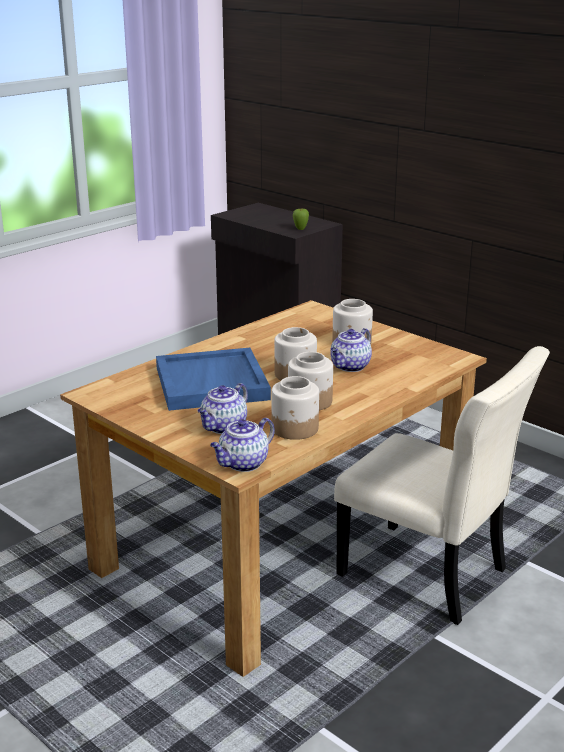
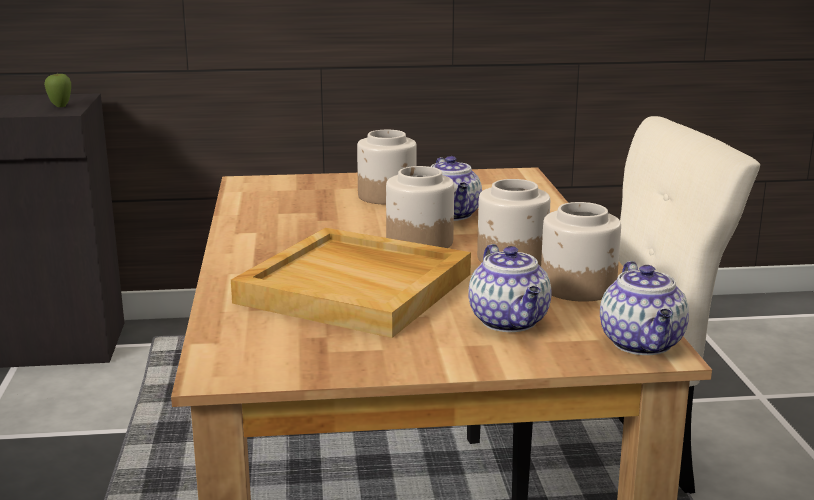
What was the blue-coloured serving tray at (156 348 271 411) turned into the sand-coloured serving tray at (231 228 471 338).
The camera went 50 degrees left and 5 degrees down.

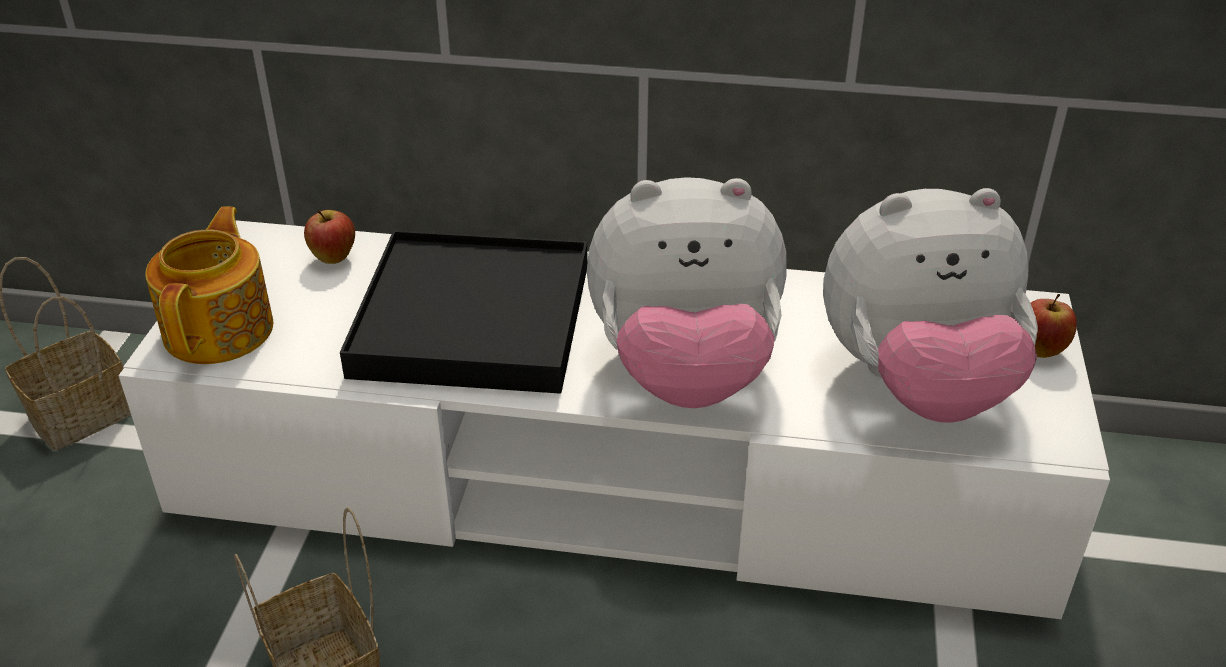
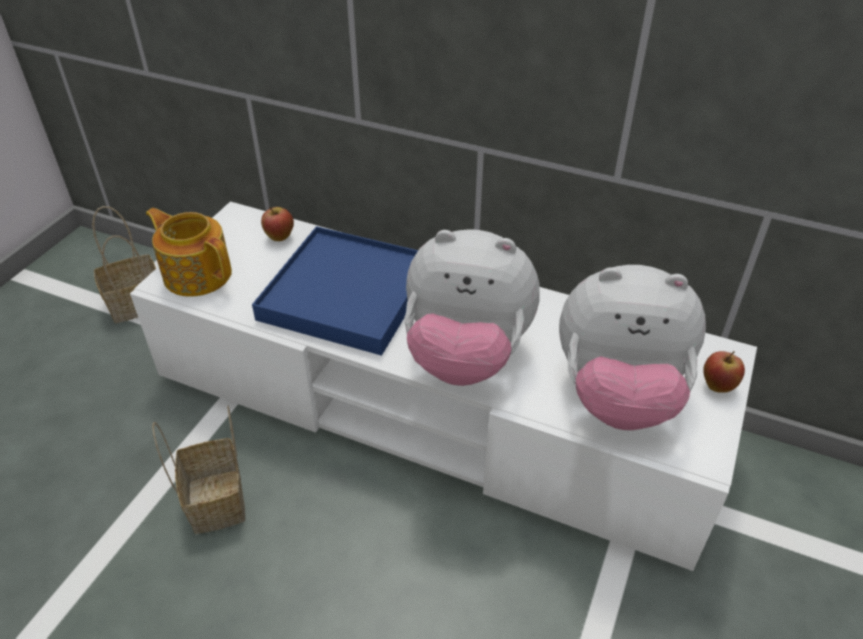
The tea pot at (145 206 273 364) ended up facing another way, 75 degrees counterclockwise from before.
What was the blackish serving tray at (340 230 588 394) turned into the blue-coloured serving tray at (252 226 418 356).
The camera went 15 degrees right and 5 degrees up.

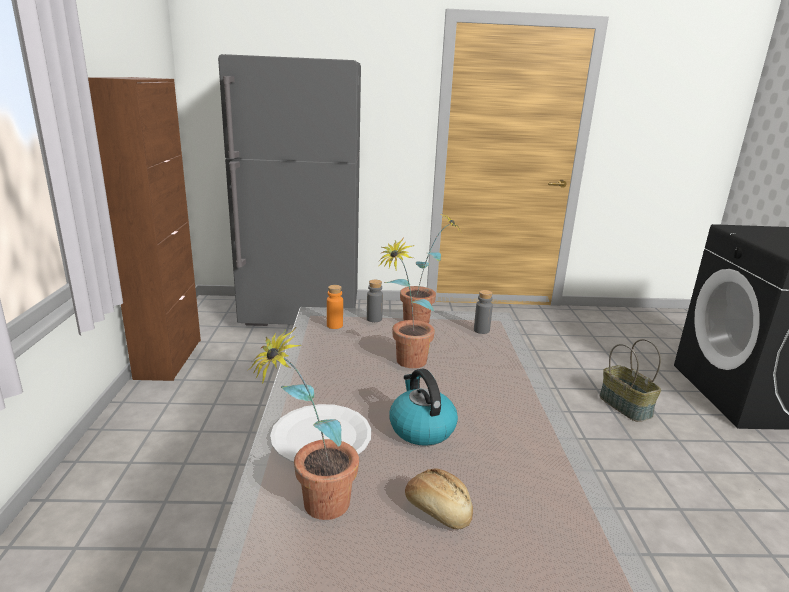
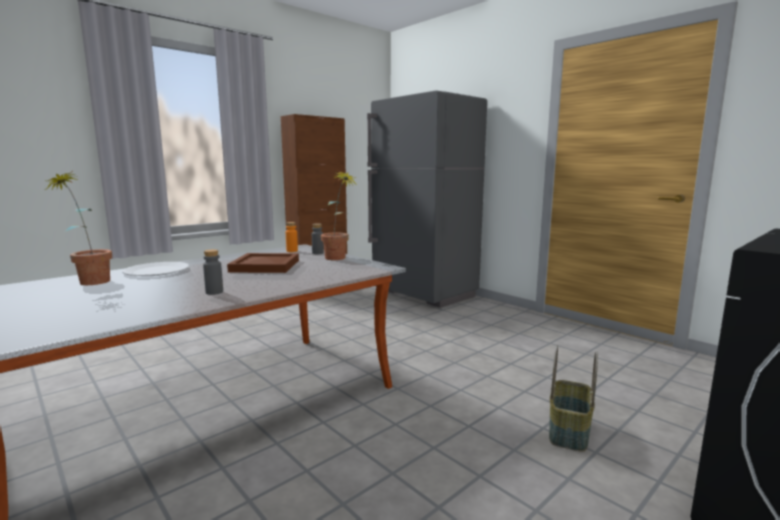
Where the houseplant stood at (378 237 435 368), the brown serving tray came to stand at (227 253 299 273).
The second view lost the tea kettle at (389 369 458 446).
The second view lost the baked bread at (405 469 473 529).
The grey beverage bottle ended up elsewhere, having gone from (474 290 493 334) to (203 249 223 295).
The camera went 50 degrees right and 10 degrees down.

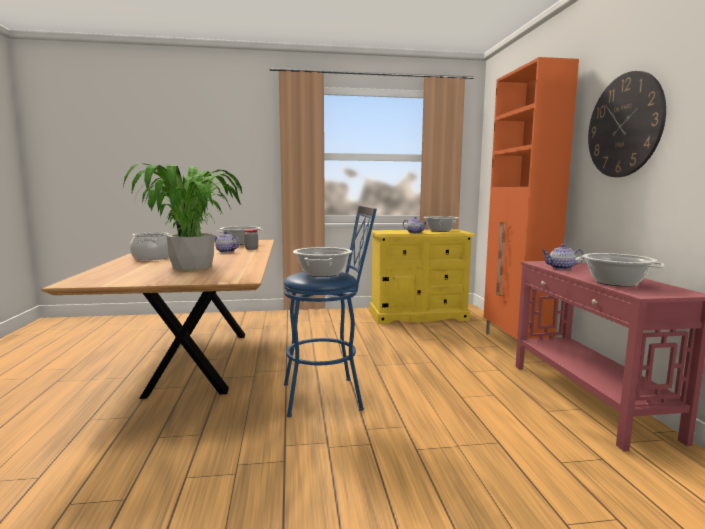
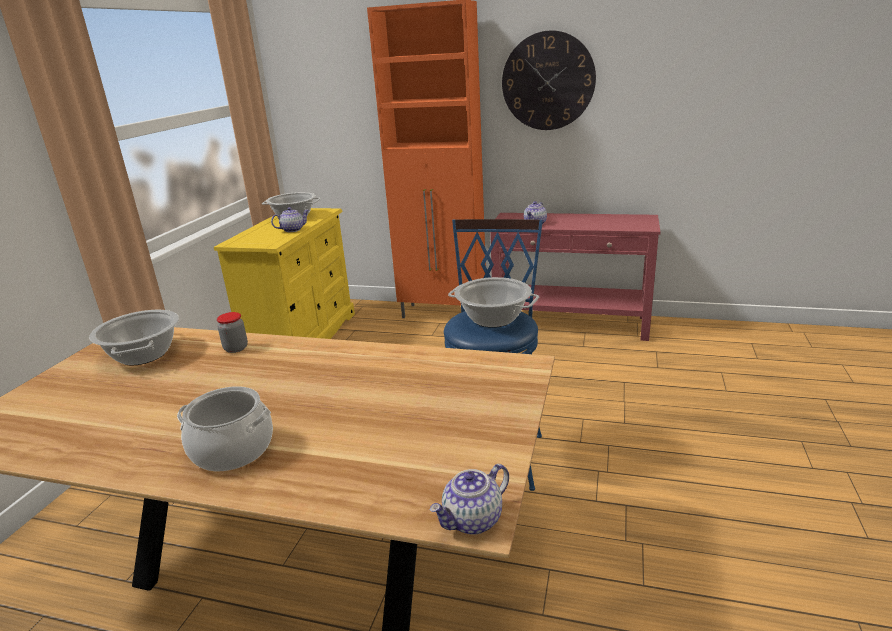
The second view lost the houseplant at (123 163 242 270).
The tea pot ended up elsewhere, having gone from (214 232 240 253) to (430 464 509 535).
The second view lost the saucepot at (575 253 664 287).
The camera went 65 degrees left and 15 degrees up.

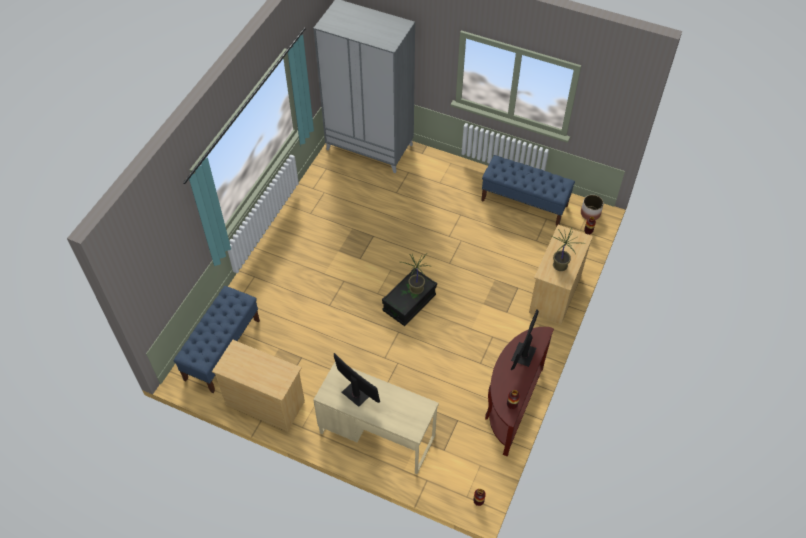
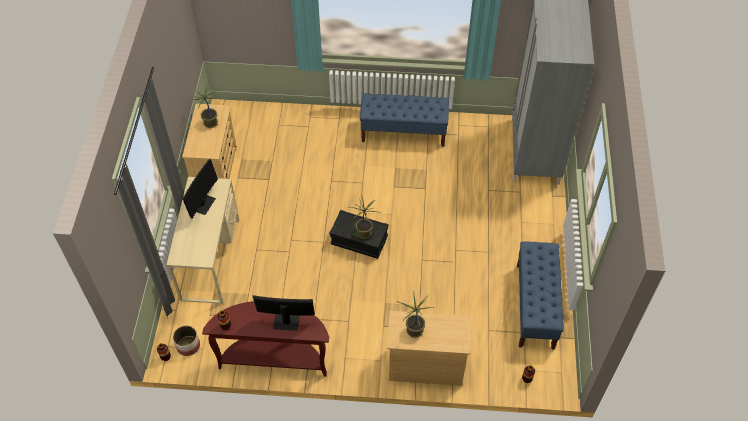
The blue-coloured bench ended up elsewhere, having gone from (173 286 260 393) to (360 93 449 147).
The flower pot ended up elsewhere, having gone from (581 195 604 220) to (173 325 200 356).
The second view gained the houseplant at (189 84 218 128).
The camera went 70 degrees right and 0 degrees up.

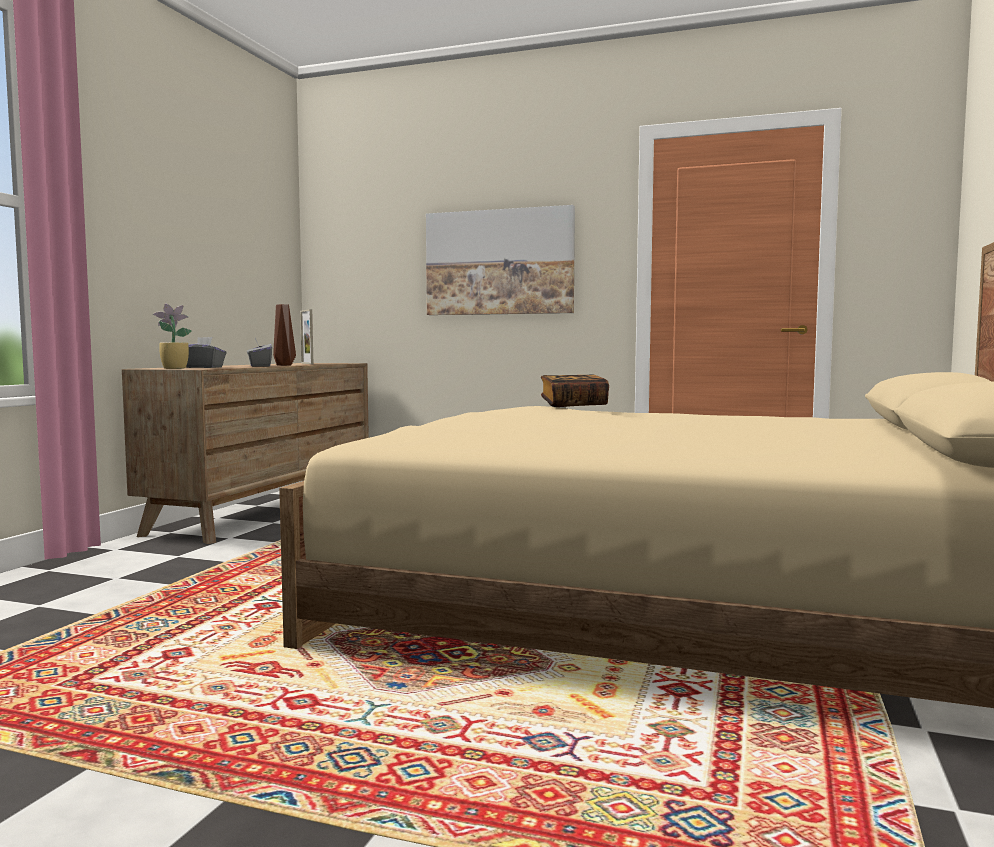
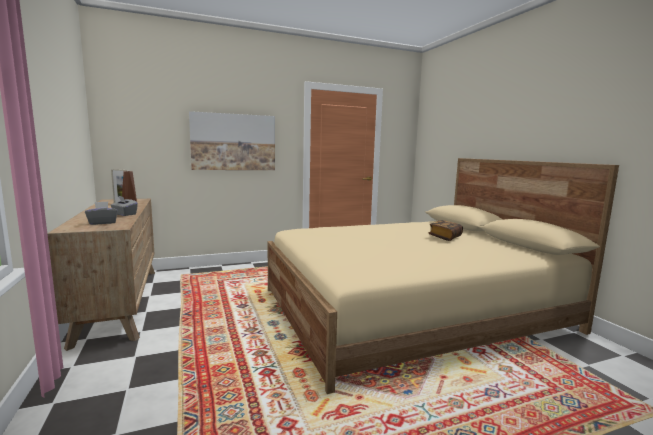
The second view lost the houseplant at (152 303 192 369).
The volume ended up elsewhere, having gone from (541 374 609 407) to (429 220 463 241).
The camera went 40 degrees left and 5 degrees up.

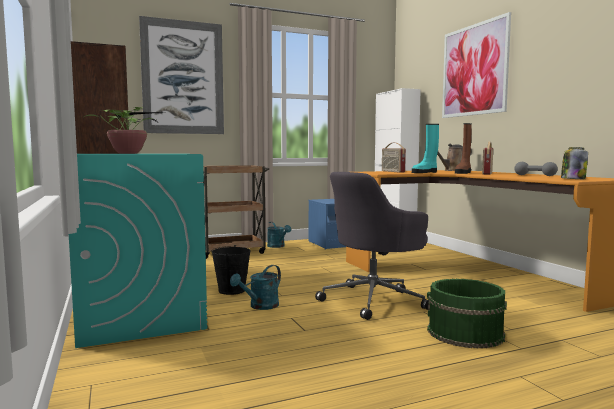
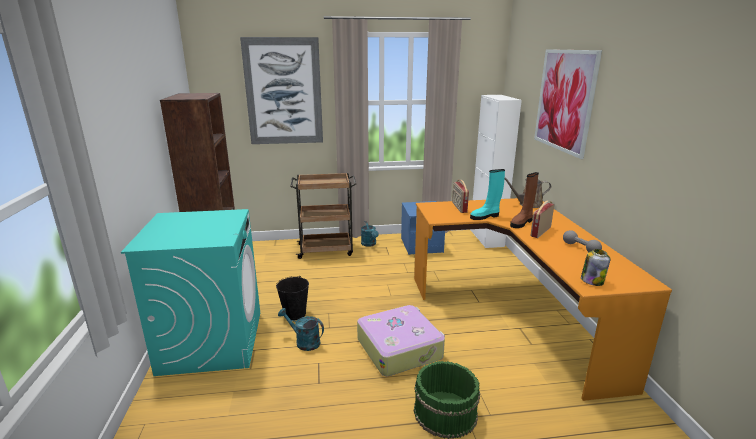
The second view lost the houseplant at (84 107 165 154).
The turquoise sprinkling can at (230 265 281 310) ended up facing another way, 60 degrees clockwise from before.
Where the grey computer chair stood at (315 172 429 320), the piece of luggage came to stand at (357 305 445 376).
The camera went 15 degrees right and 15 degrees up.

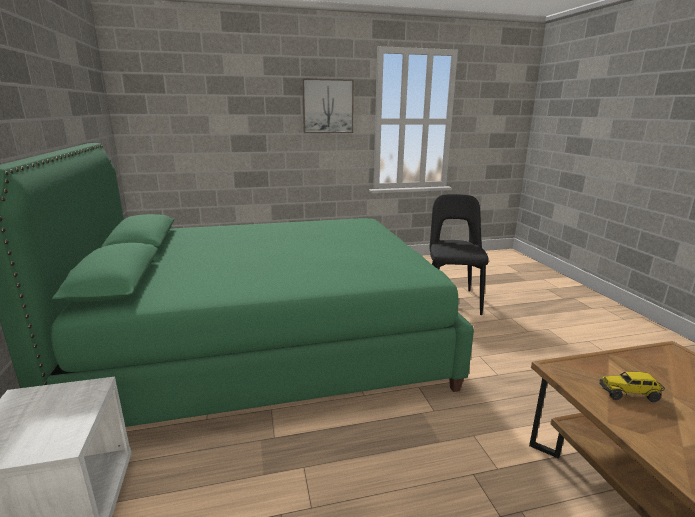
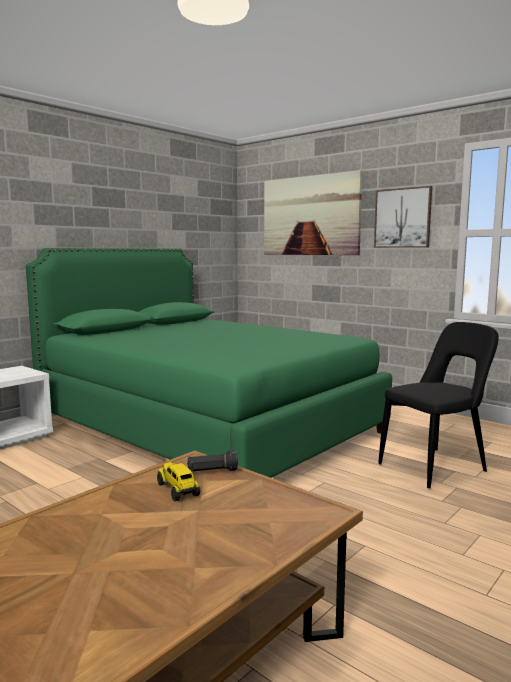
The second view gained the blackish flashlight at (187 450 238 472).
The second view gained the picture at (264 171 362 255).
The camera went 55 degrees right and 10 degrees down.

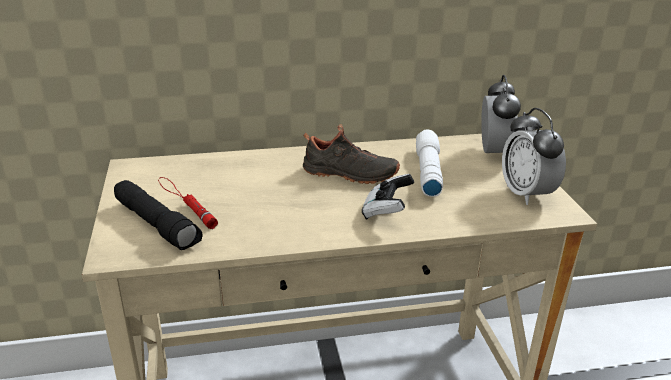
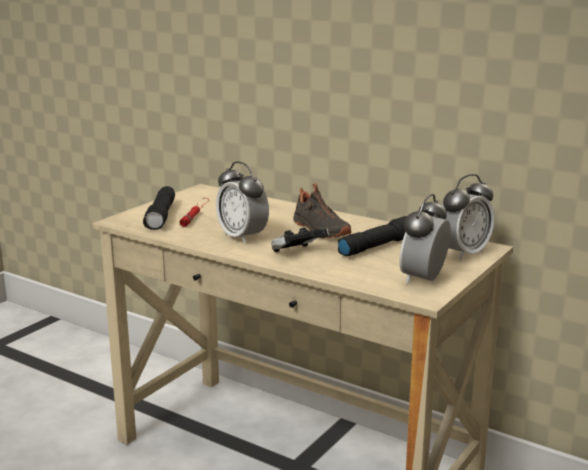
What was the white-coloured flashlight at (416 130 443 197) turned into the blackish flashlight at (338 216 407 256).
The second view gained the bedside clock at (216 161 269 244).
The camera went 45 degrees right and 10 degrees down.

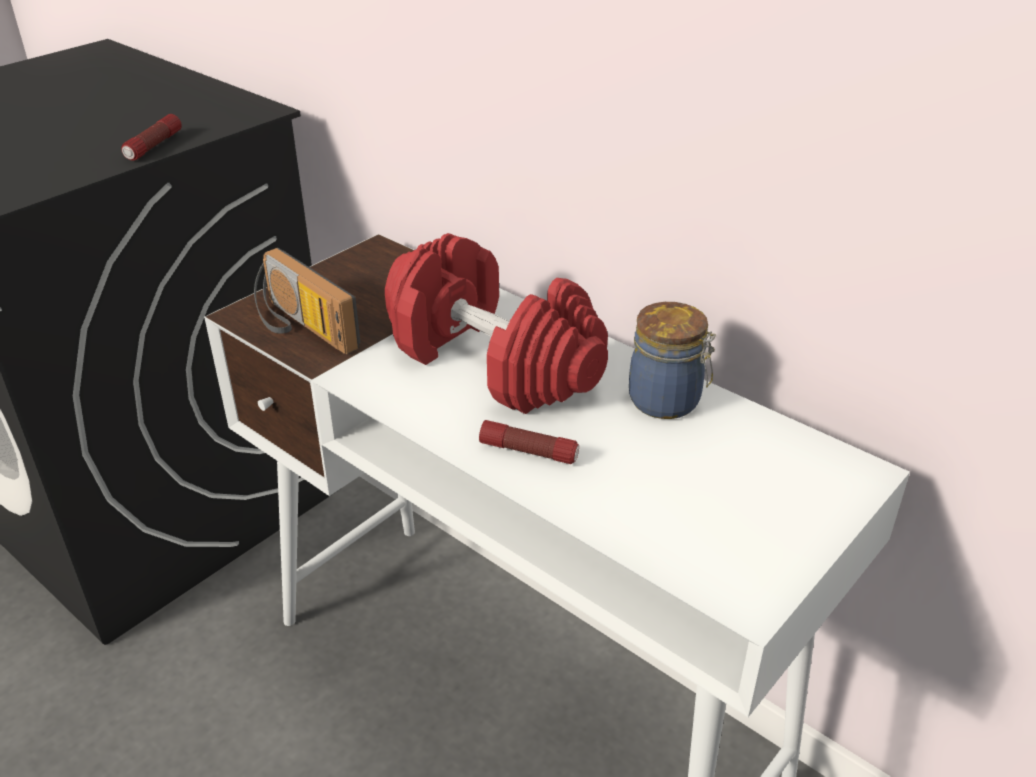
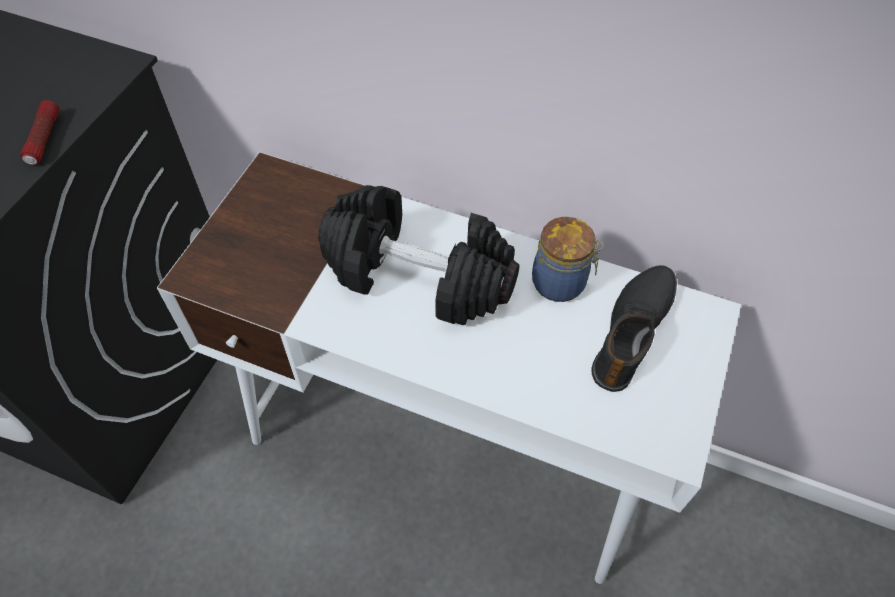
The second view lost the radio set at (254 248 360 354).
What was the red-coloured hand weight at (385 233 608 414) turned into the blackish hand weight at (318 185 520 325).
The second view lost the flashlight at (479 420 579 464).
The second view gained the blackish item of footwear at (591 265 677 392).
The camera went 20 degrees left and 20 degrees up.

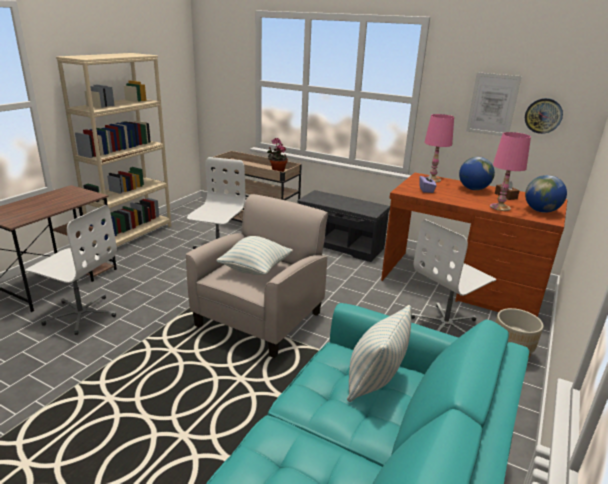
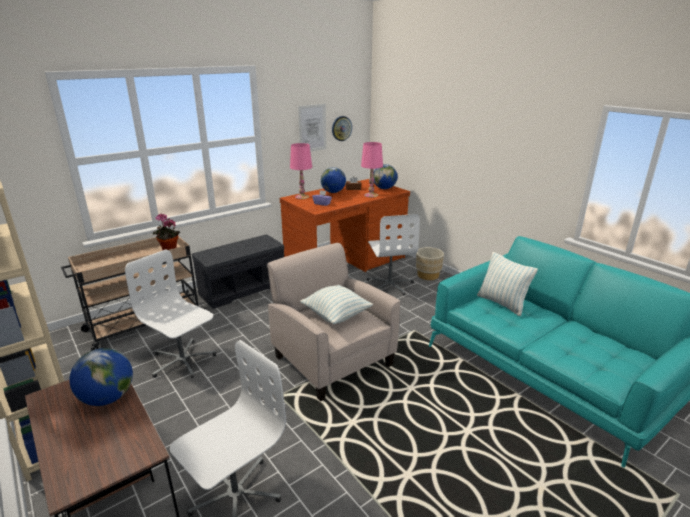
The second view gained the world globe at (69 348 133 406).
The camera went 65 degrees left and 0 degrees up.

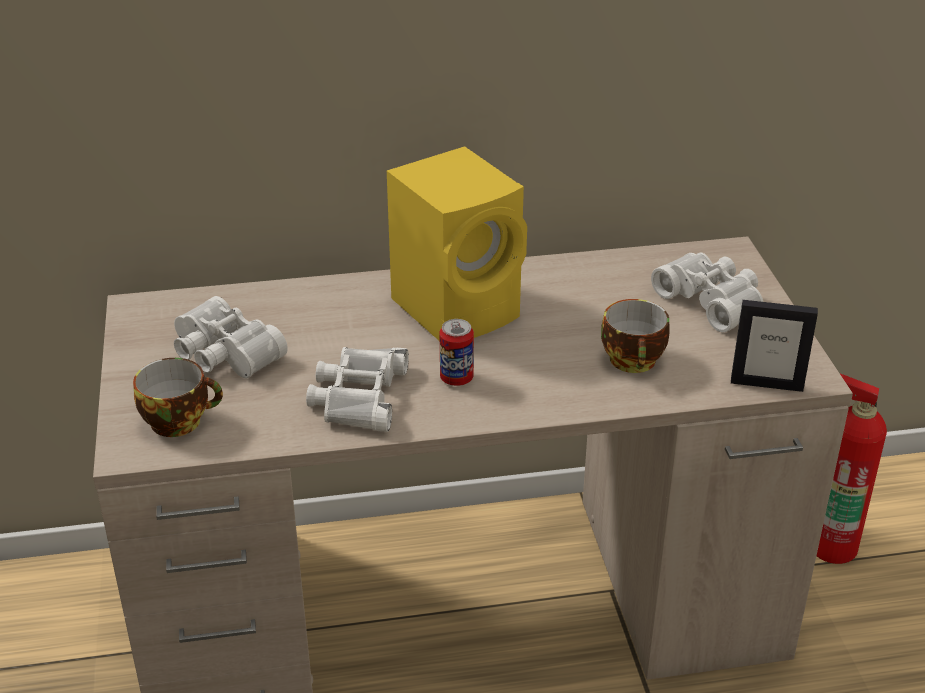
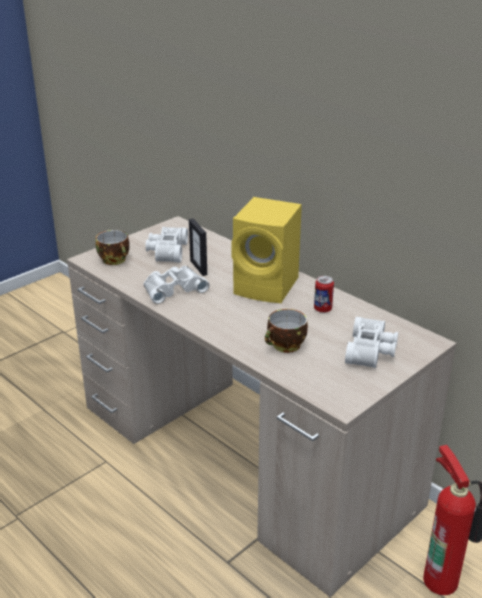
The can ended up elsewhere, having gone from (440 319 474 386) to (314 276 334 313).
The picture frame ended up elsewhere, having gone from (731 300 818 392) to (189 218 207 276).
The camera went 55 degrees right and 5 degrees down.

